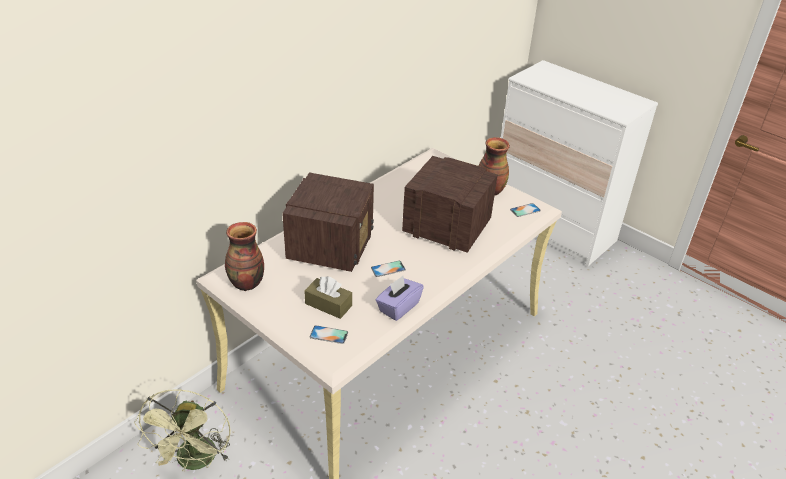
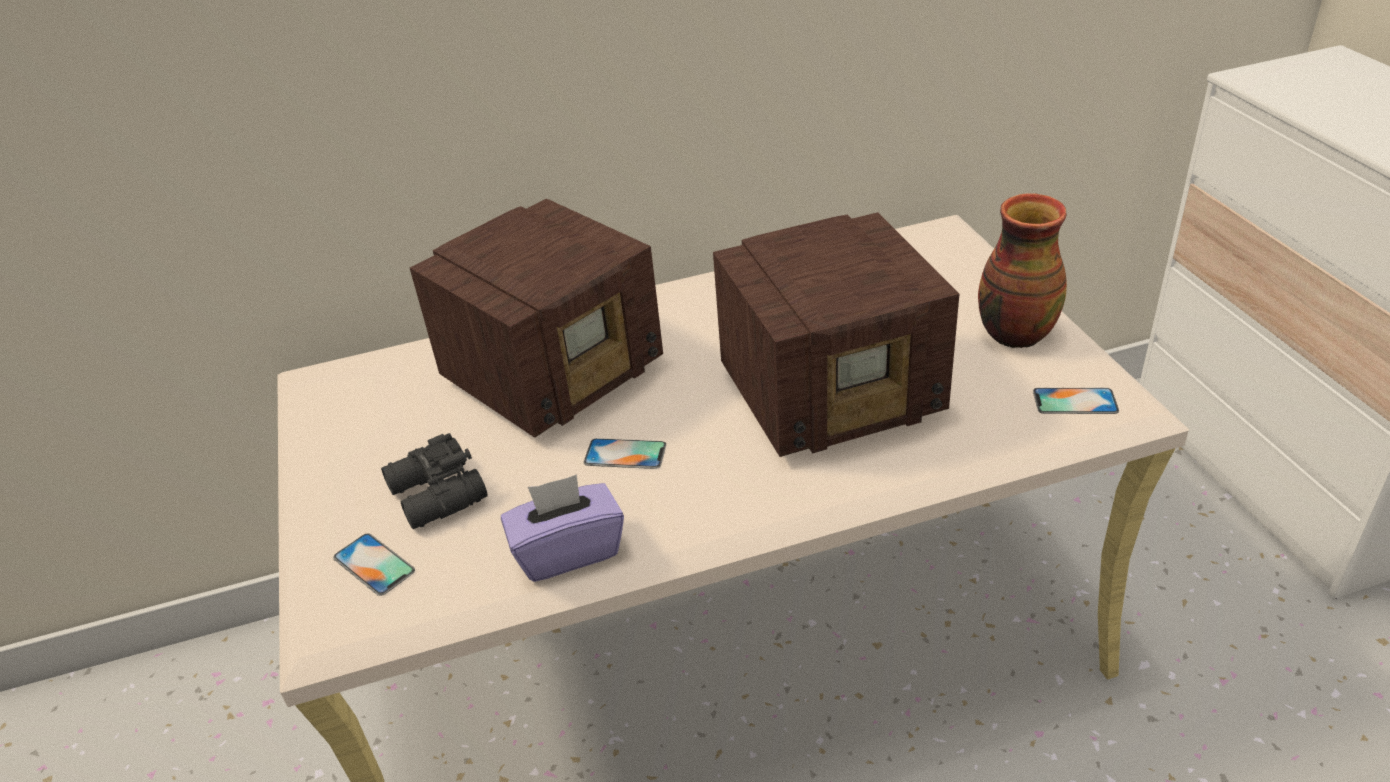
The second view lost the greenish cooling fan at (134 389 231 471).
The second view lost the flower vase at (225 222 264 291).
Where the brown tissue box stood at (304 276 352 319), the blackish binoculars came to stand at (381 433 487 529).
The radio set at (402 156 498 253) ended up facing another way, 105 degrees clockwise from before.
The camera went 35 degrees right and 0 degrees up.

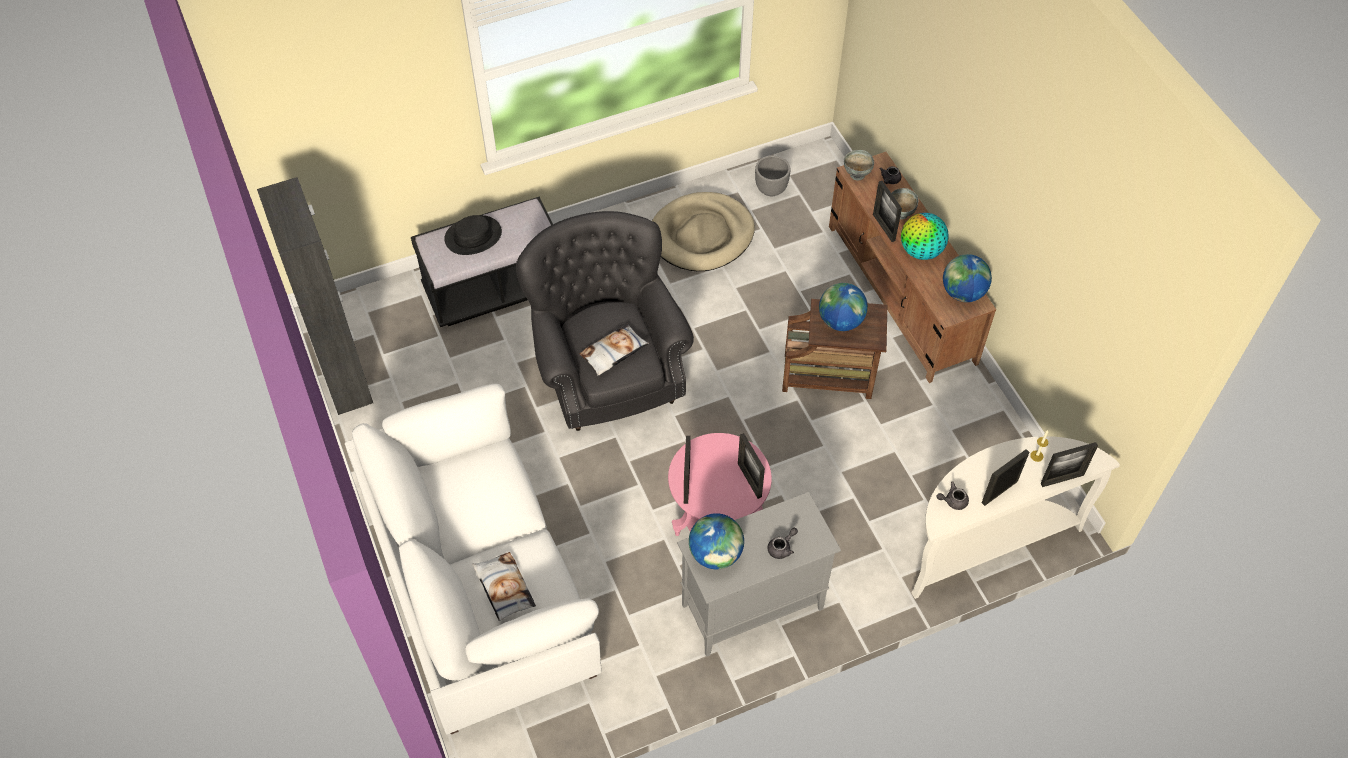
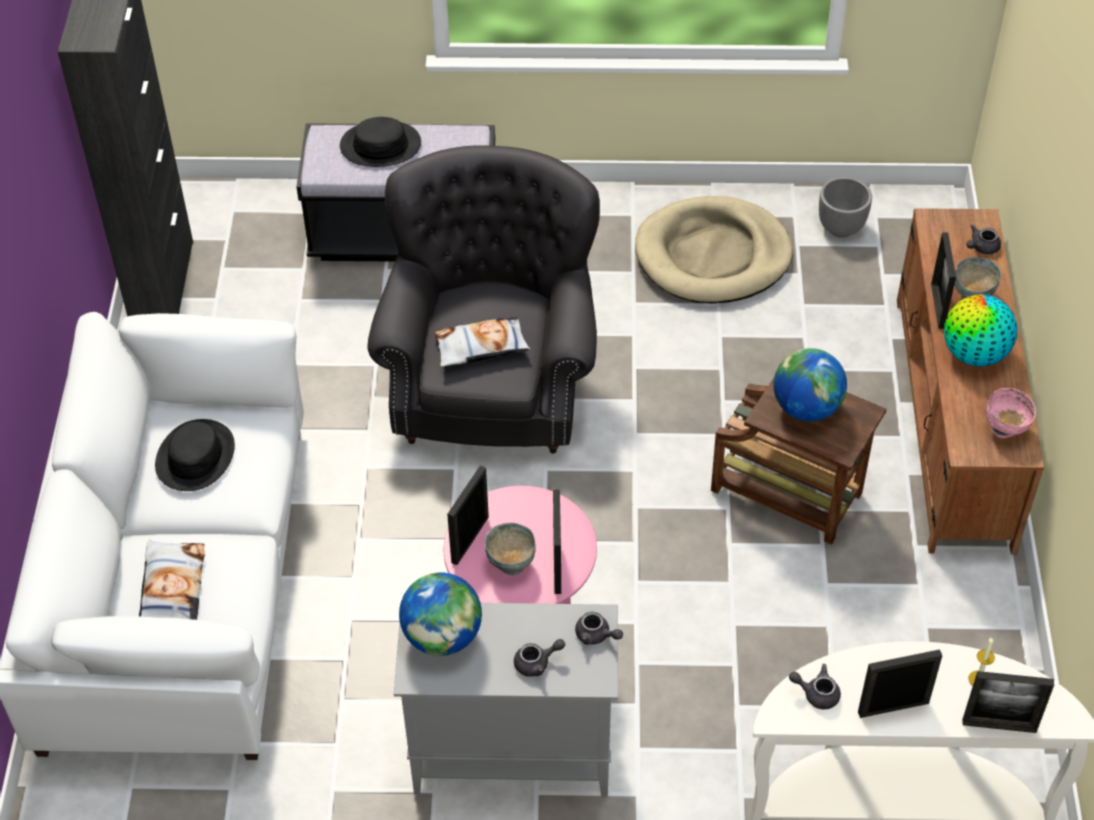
The grey serving bowl ended up elsewhere, having gone from (844 150 874 180) to (485 523 536 575).
Where the world globe stood at (943 254 992 302), the pinkish serving bowl came to stand at (986 388 1036 438).
The second view gained the blackish clothing hat at (155 419 235 491).
The second view gained the grey tea pot at (575 612 623 645).
The camera went 25 degrees right and 5 degrees down.

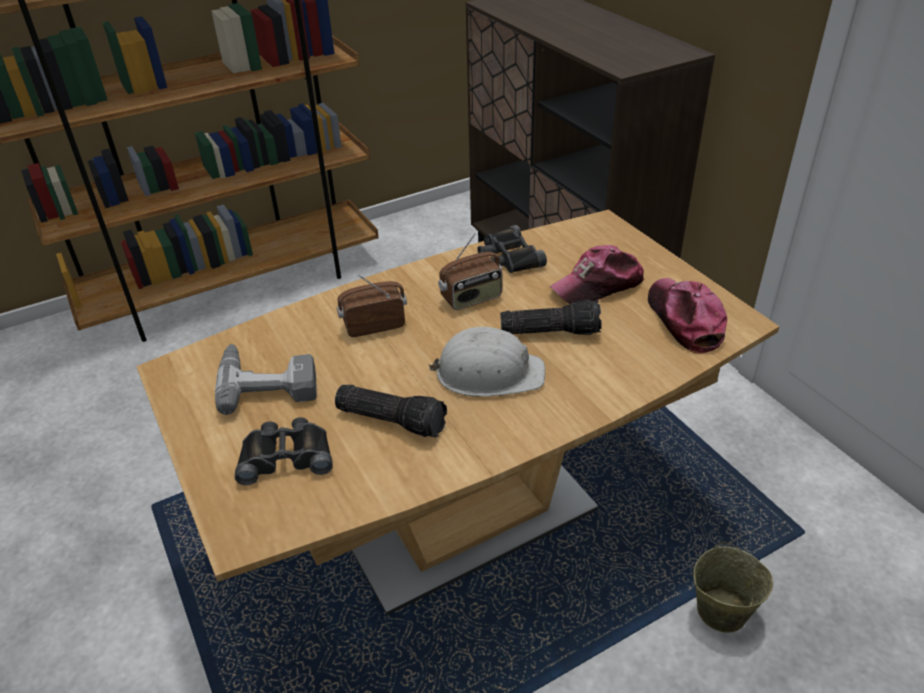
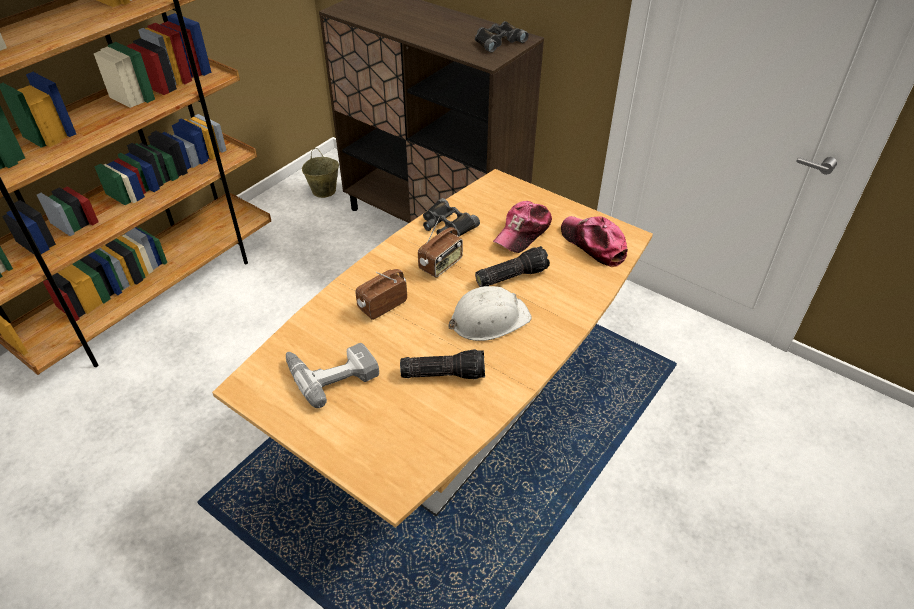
The blackish binoculars ended up elsewhere, having gone from (235 417 333 485) to (475 21 529 52).
The sand-coloured water bucket ended up elsewhere, having gone from (693 542 773 633) to (302 148 339 198).
The camera went 25 degrees left and 5 degrees up.

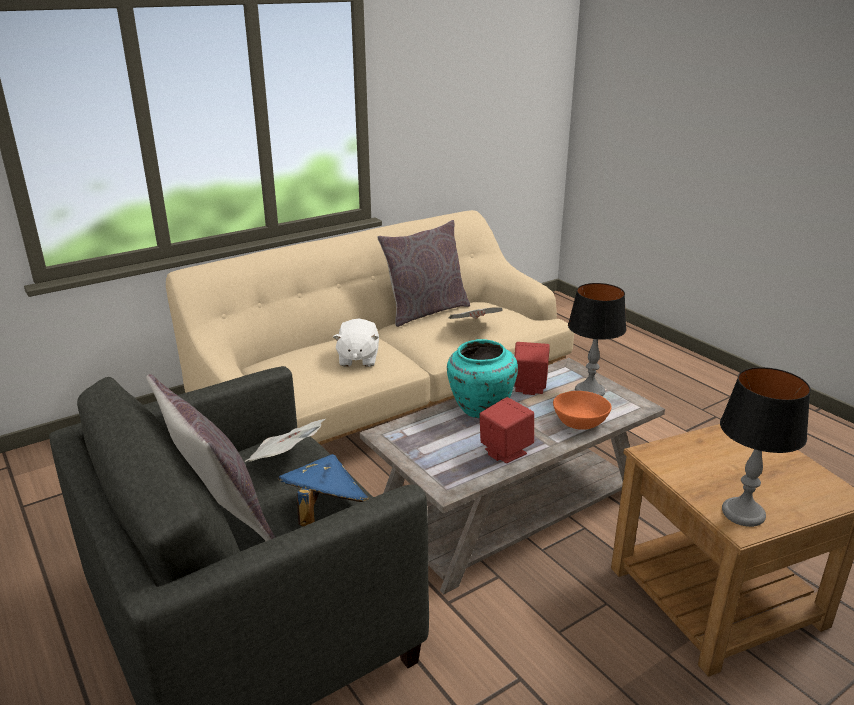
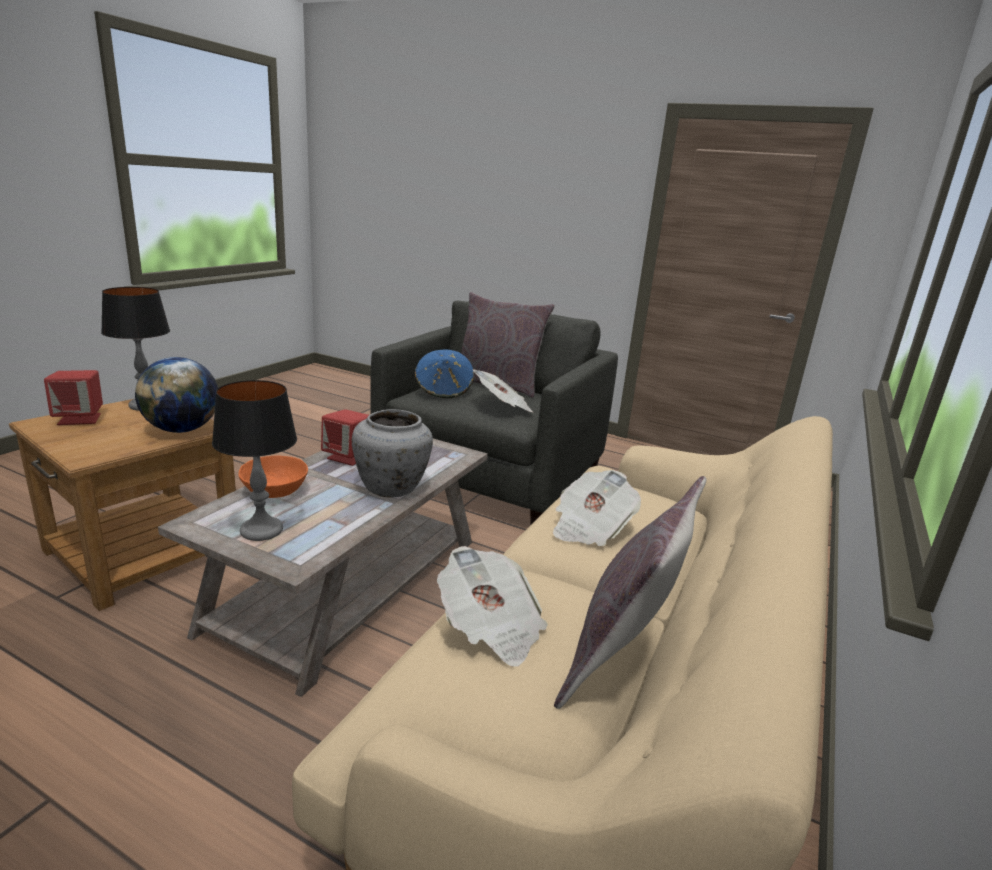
Where the white-coloured soft toy stood at (333 318 379 367), the printed paper came to stand at (553 470 641 546).
What was the turquoise flower vase at (447 339 518 418) turned into the grey flower vase at (352 409 433 497).
The red-coloured speaker ended up elsewhere, having gone from (514 342 550 395) to (44 370 103 425).
The second view gained the world globe at (135 357 218 433).
The camera went 150 degrees right and 5 degrees down.

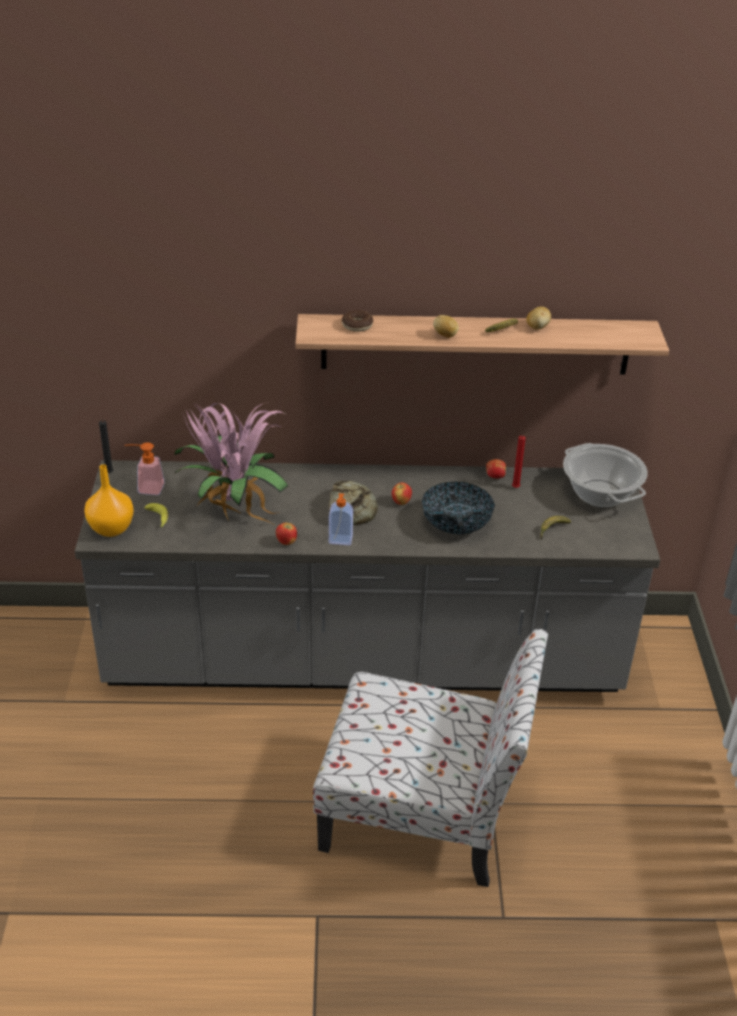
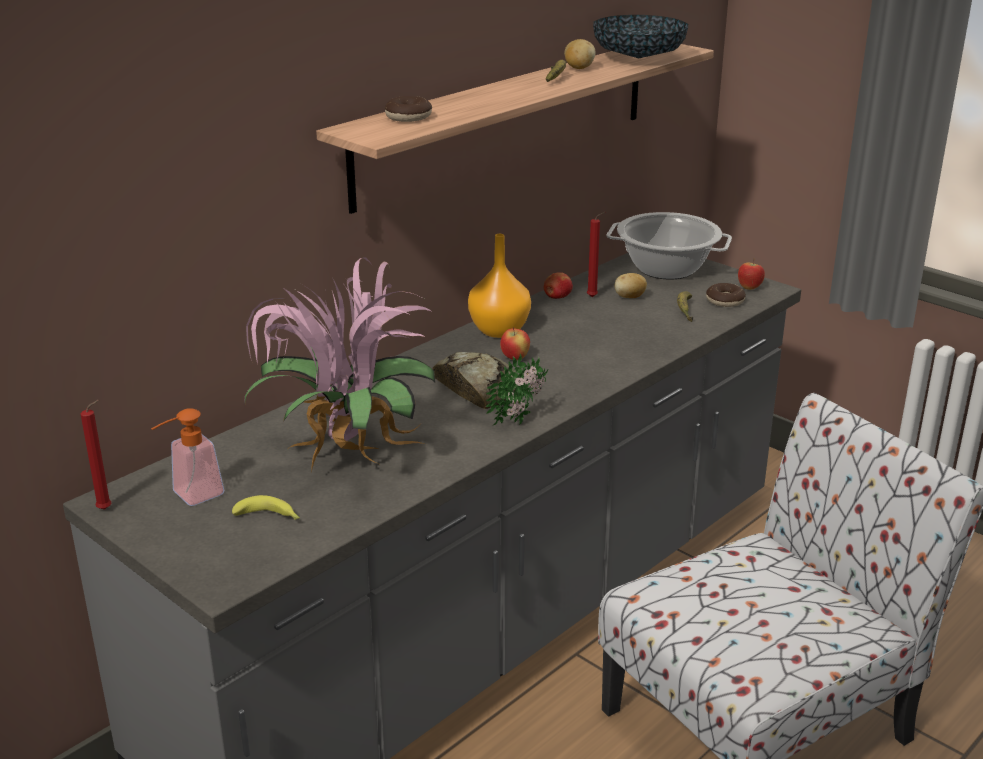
The orangey flower vase ended up elsewhere, having gone from (84 464 134 537) to (468 234 531 338).
What was the blackish wax candle at (99 418 113 473) turned into the red-coloured wax candle at (80 400 112 510).
The whole apple ended up elsewhere, having gone from (276 522 297 545) to (738 258 765 290).
Where the soap dispenser stood at (329 493 353 545), the houseplant came to stand at (486 353 548 425).
The serving bowl ended up elsewhere, having gone from (422 482 495 534) to (593 15 688 59).
The whole potato ended up elsewhere, having gone from (433 315 459 338) to (615 273 647 298).
The second view gained the donut at (706 283 746 307).
The camera went 45 degrees left and 10 degrees down.

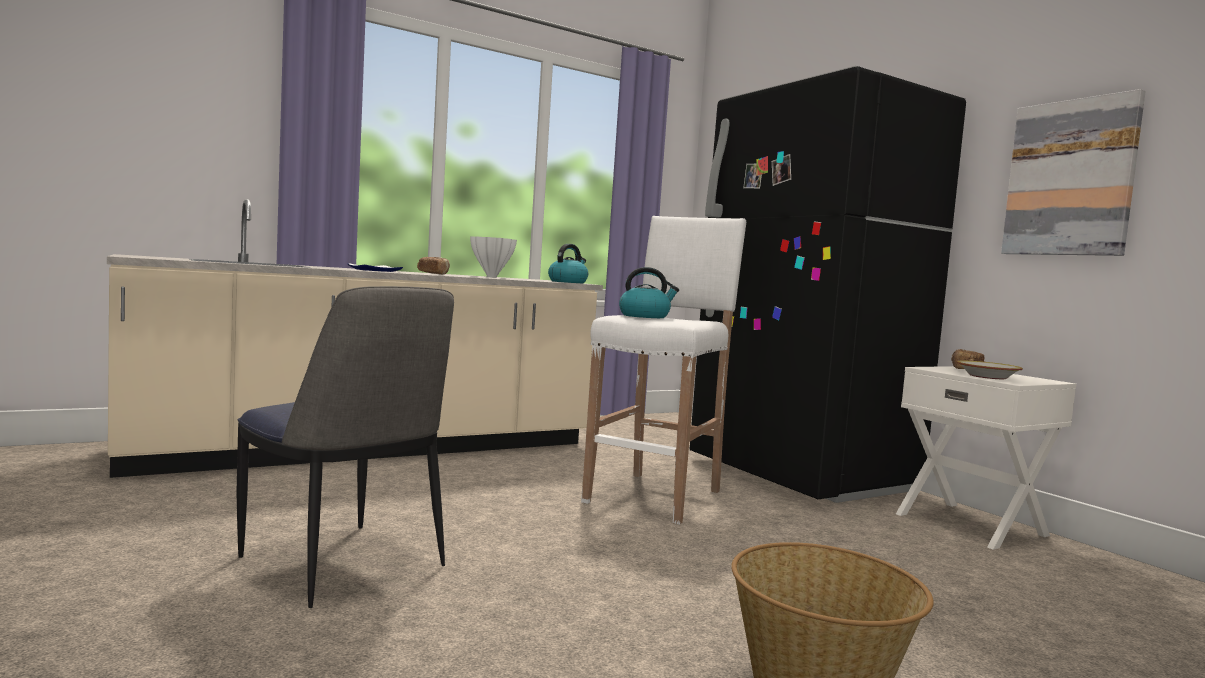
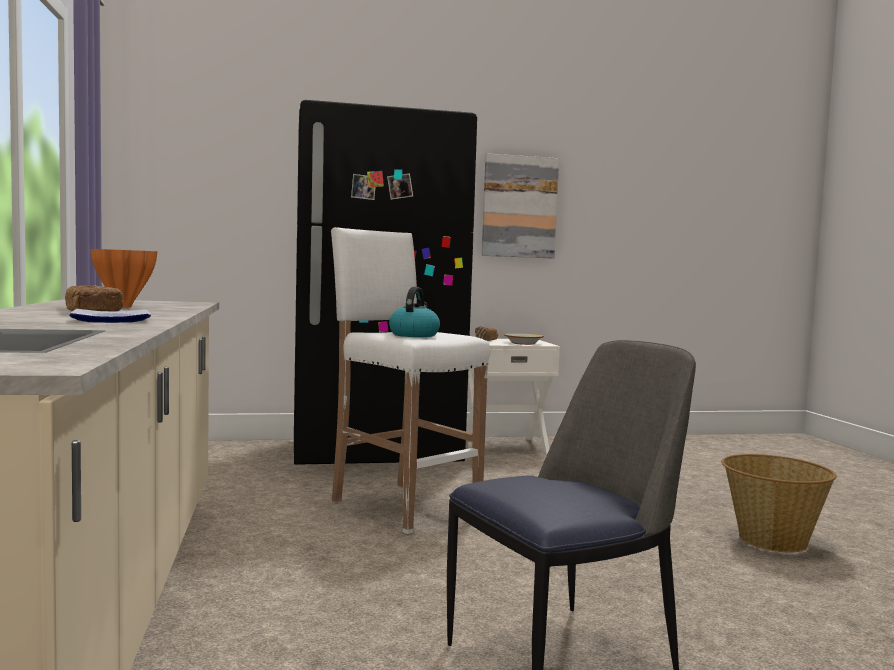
What was the white-coloured flower vase at (470 236 517 278) turned into the orangey flower vase at (90 249 158 308).
The second view lost the tea kettle at (548 244 588 283).
The camera went 70 degrees left and 0 degrees up.

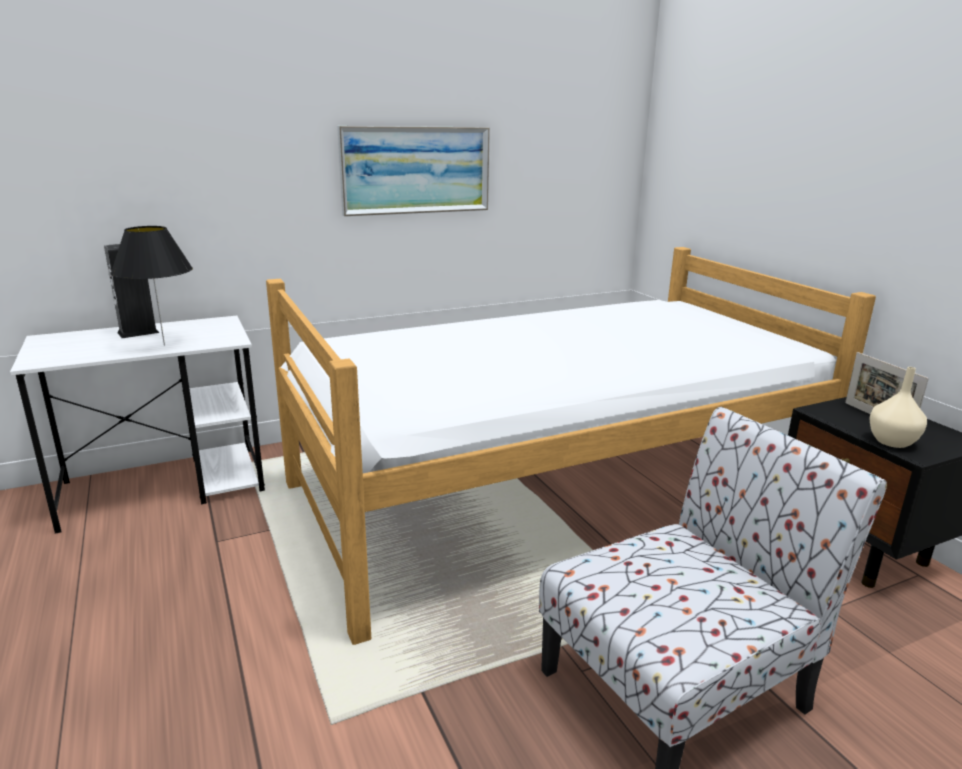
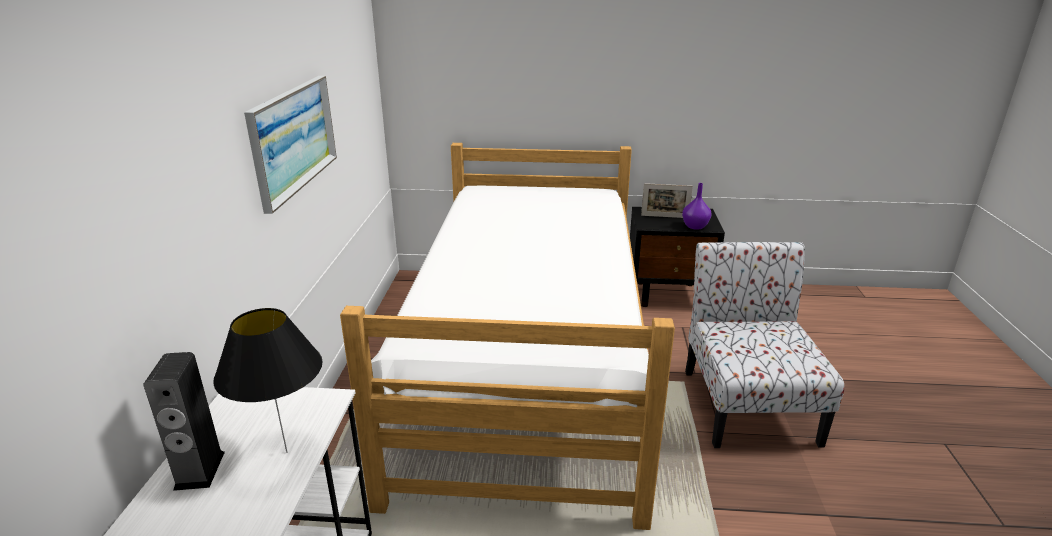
What was the sand-coloured flower vase at (869 367 927 448) turned into the purplish flower vase at (682 183 712 230).
The camera went 60 degrees left and 5 degrees up.

